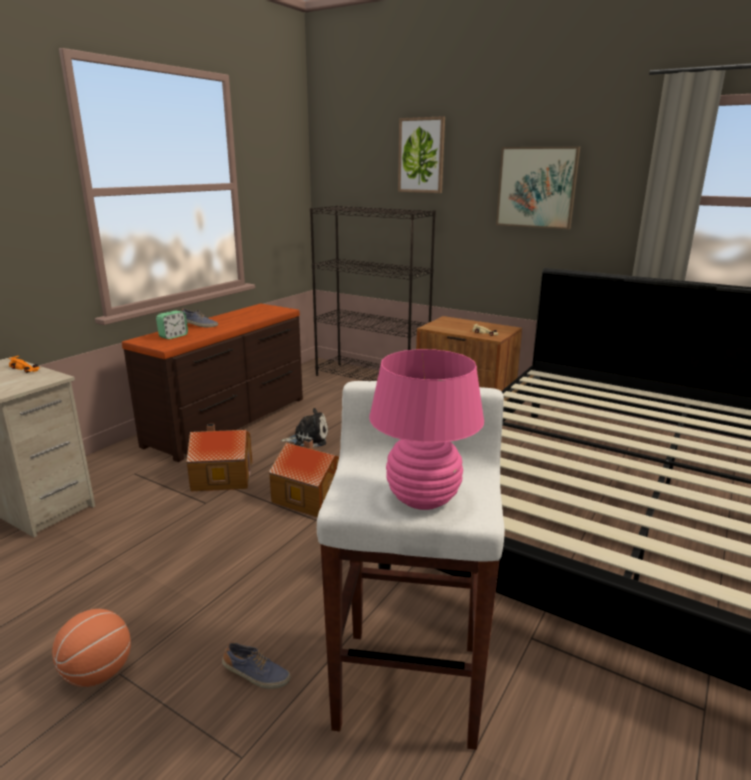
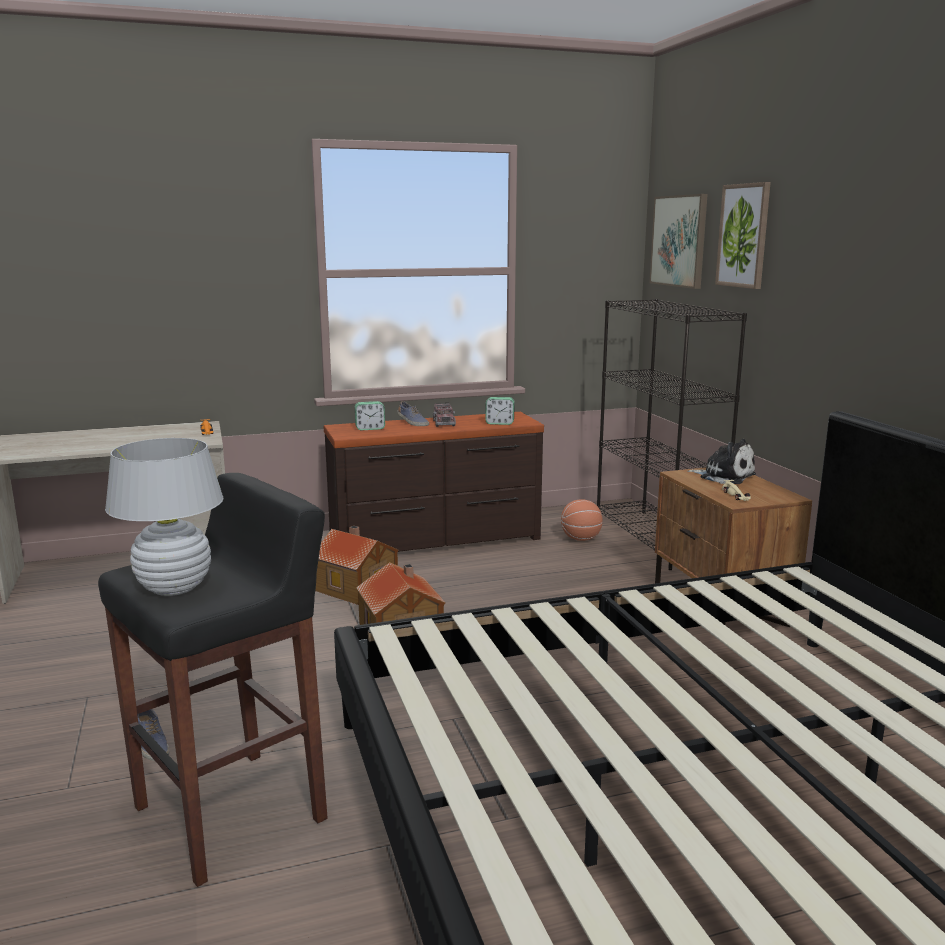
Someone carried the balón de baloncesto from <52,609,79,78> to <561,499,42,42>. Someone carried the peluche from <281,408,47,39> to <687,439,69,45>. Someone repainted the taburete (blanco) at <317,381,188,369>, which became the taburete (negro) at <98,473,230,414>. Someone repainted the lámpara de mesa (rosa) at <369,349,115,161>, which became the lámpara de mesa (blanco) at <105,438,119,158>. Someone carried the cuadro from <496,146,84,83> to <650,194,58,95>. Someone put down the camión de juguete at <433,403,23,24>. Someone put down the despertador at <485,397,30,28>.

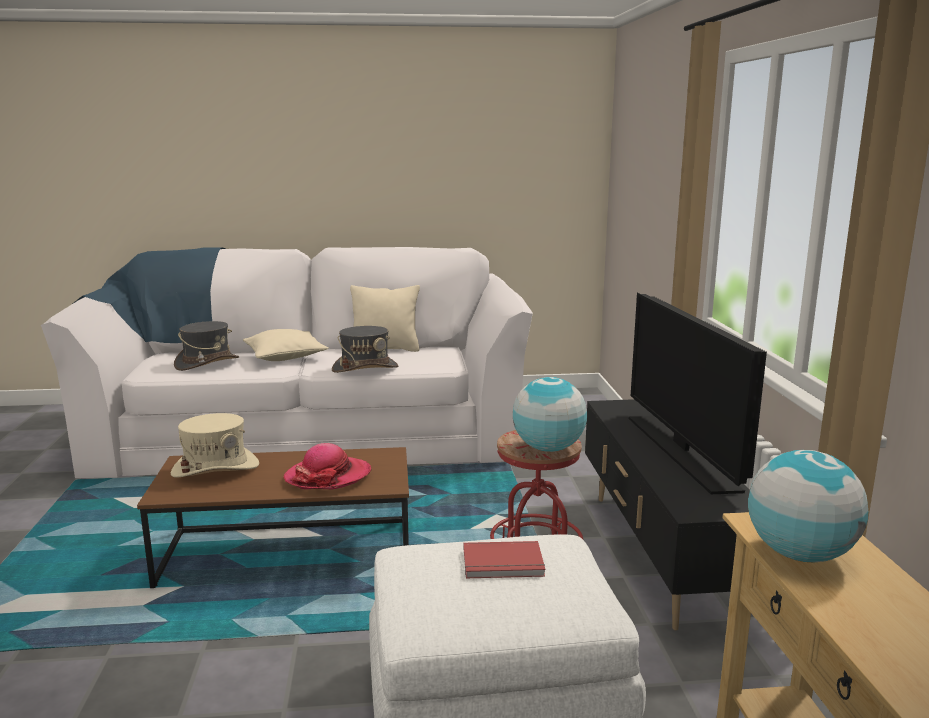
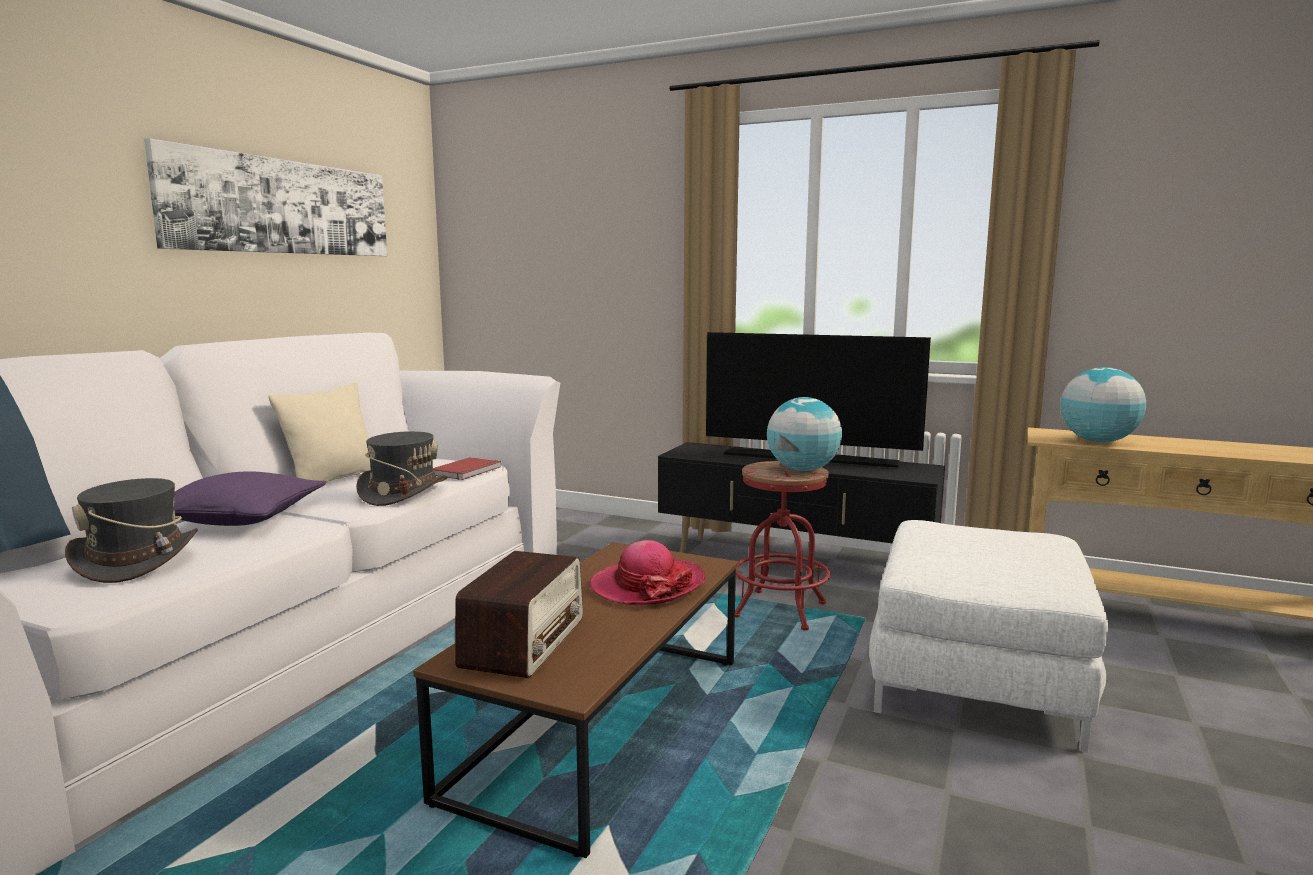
Someone swapped the sombrero (beis) at <171,413,88,65> for the radio at <455,551,128,127>. Someone repainted the cojín (beis) at <243,329,85,32>, which became the cojín (morado) at <174,471,152,55>. Someone carried the libro (rojo) from <464,541,81,37> to <433,457,68,23>. Someone put up the cuadro at <144,138,243,118>.

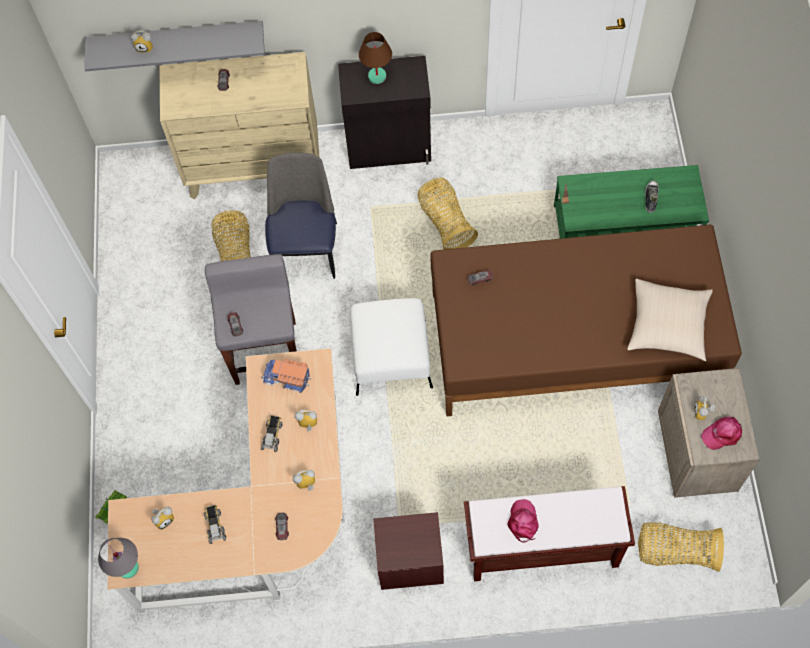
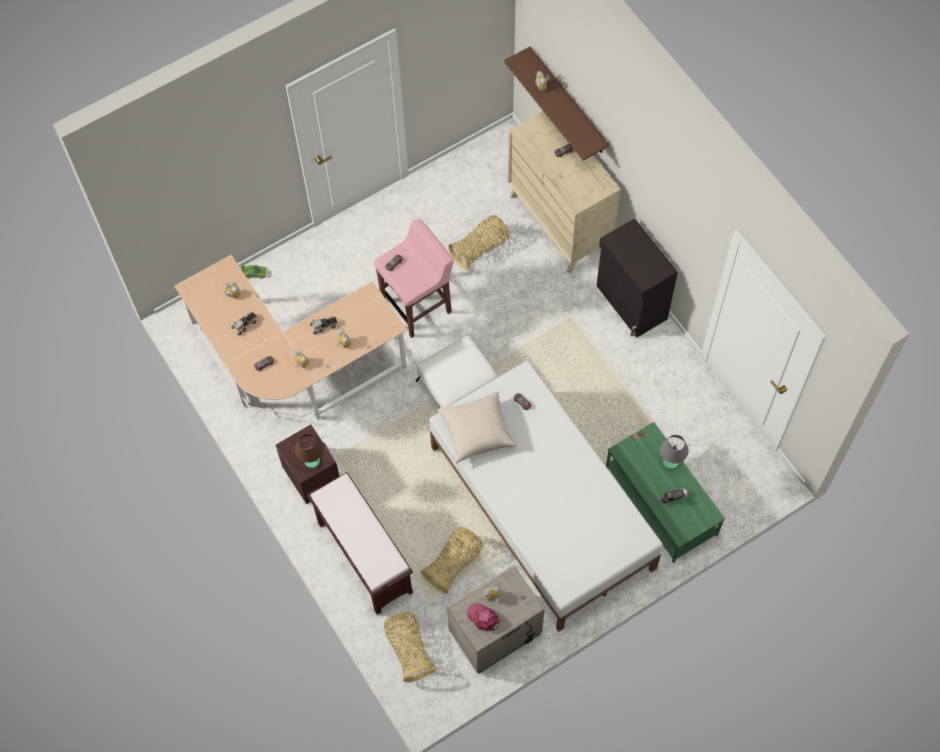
Someone repainted the estante (gris) at <84,21,181,50>, which became the estante (marrón) at <504,47,106,114>. Someone carried the lámpara de mesa (gris) from <98,538,41,41> to <660,435,29,34>. Someone repainted the taburete (gris) at <205,254,92,131>, which became the taburete (rosa) at <374,219,80,119>. Someone took away the camión de juguete at <262,359,49,34>. Someone took away the silla at <265,152,72,127>. Someone carried the lámpara de mesa (marrón) from <359,32,33,52> to <295,434,28,34>. Someone carried the cesta from <418,178,60,72> to <421,527,62,66>. Someone repainted the cama (marrón) at <430,225,312,192>, which became the cama (blanco) at <429,361,234,271>. Someone took away the gorra (rosa) at <507,499,32,44>. Someone carried the cojín (beis) from <627,279,86,82> to <437,391,80,73>.

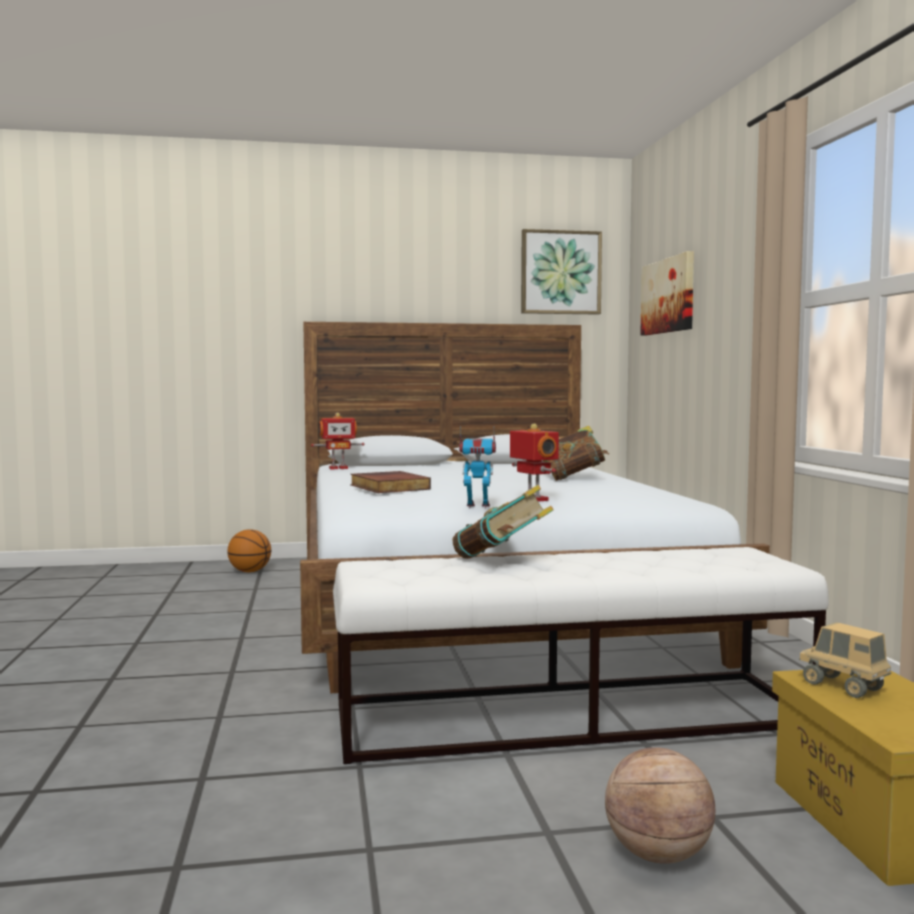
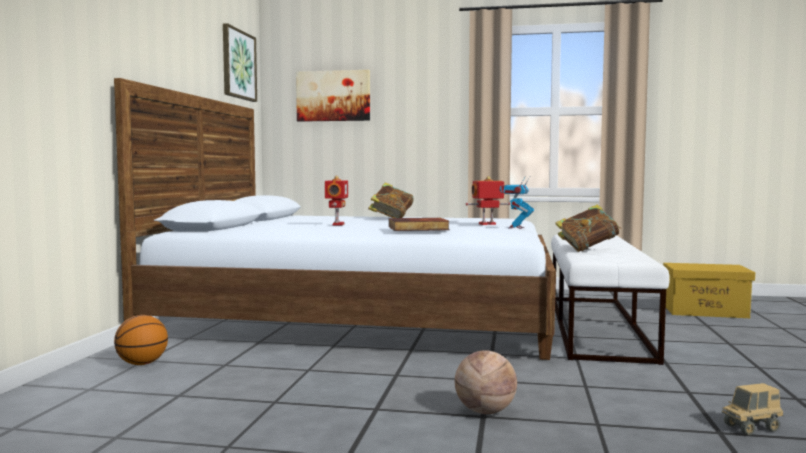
Someone carried the robot de juguete from <311,413,53,56> to <325,176,23,49>. Someone carried the balón de baloncesto from <605,747,110,117> to <455,350,62,64>. Someone carried the camión de juguete from <799,622,92,76> to <722,383,62,52>.

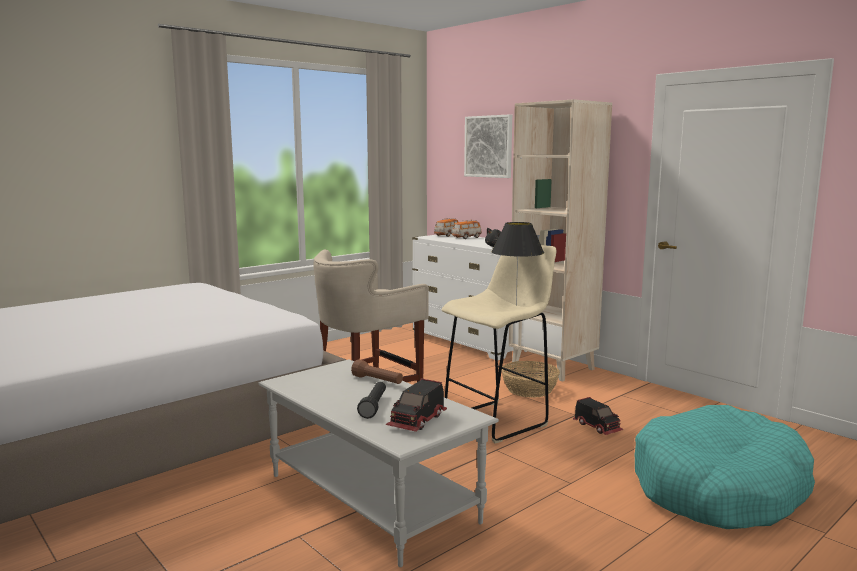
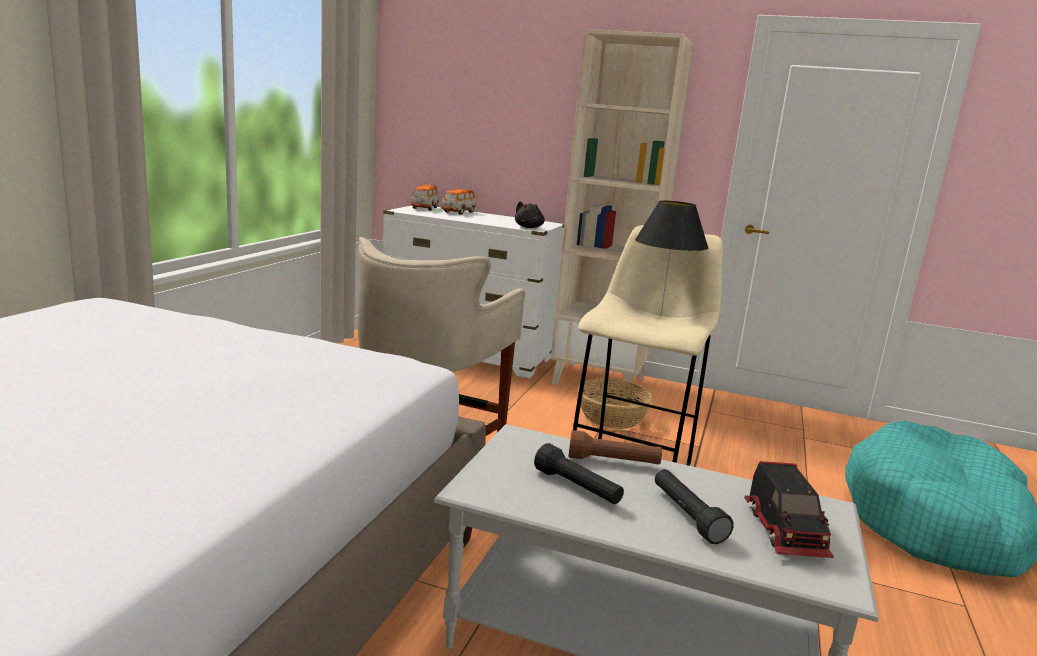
Someone took away the cuadro at <464,114,48,64>. Someone took away the camión de juguete at <573,397,50,38>. Someone put down the linterna (negro) at <534,443,90,61>.

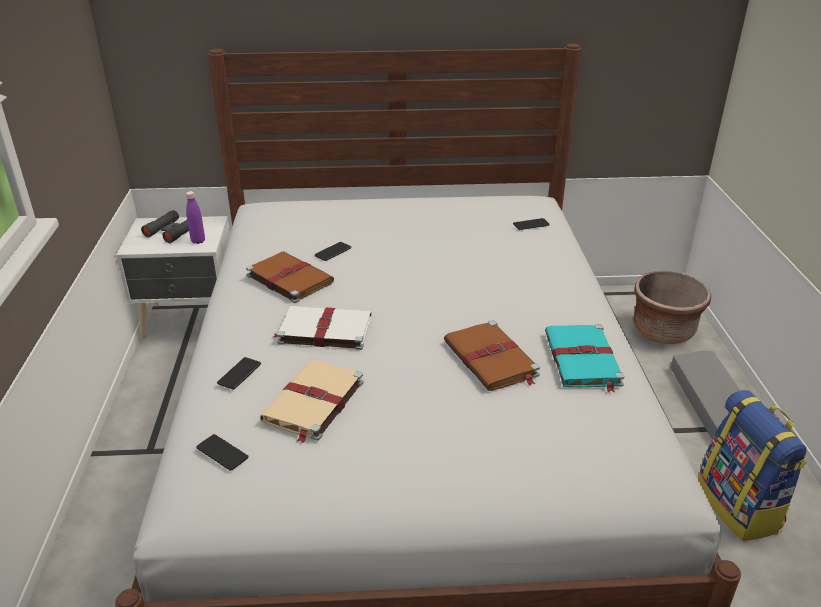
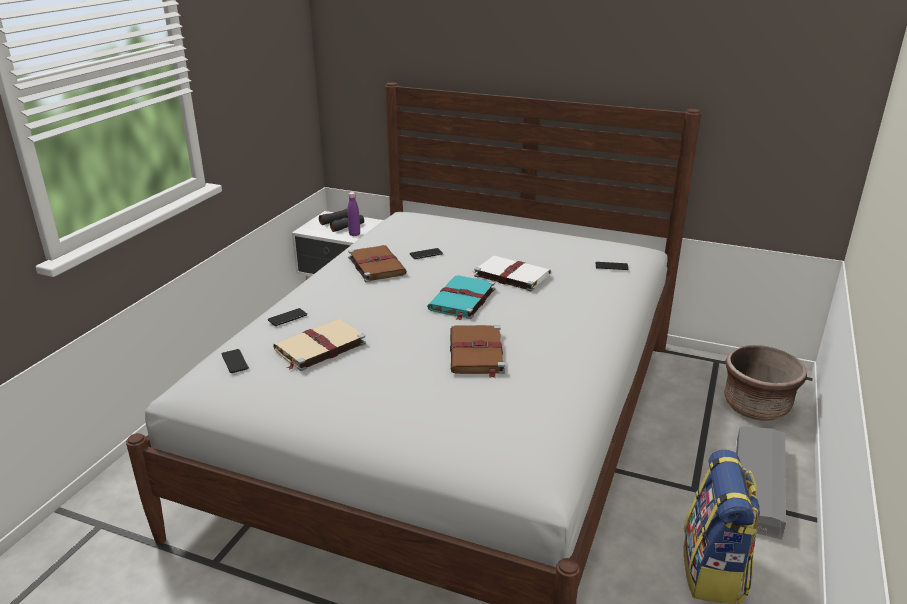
Someone carried the libro (blanco) from <273,306,99,44> to <474,256,77,36>. Someone carried the libro (turquesa) from <545,324,80,68> to <427,275,68,46>.

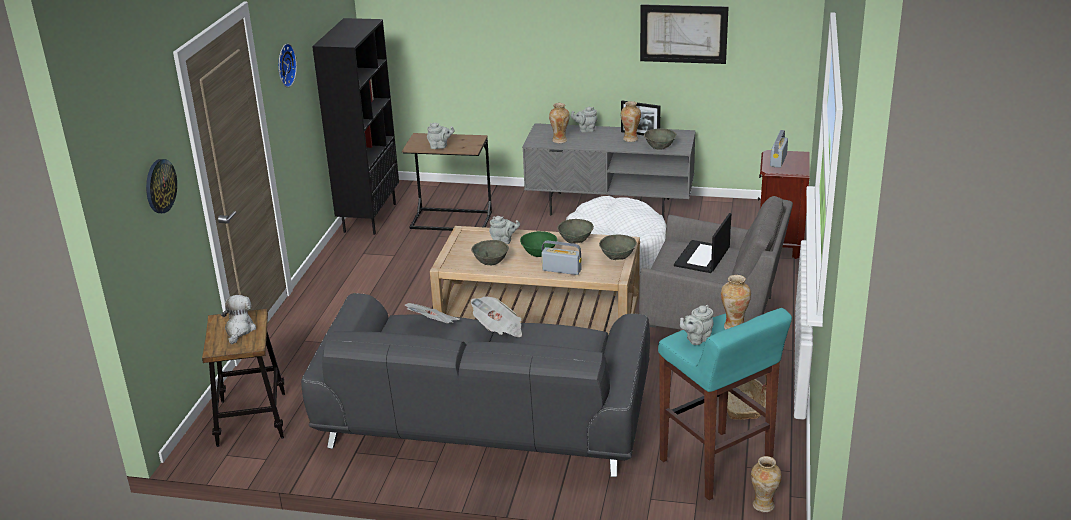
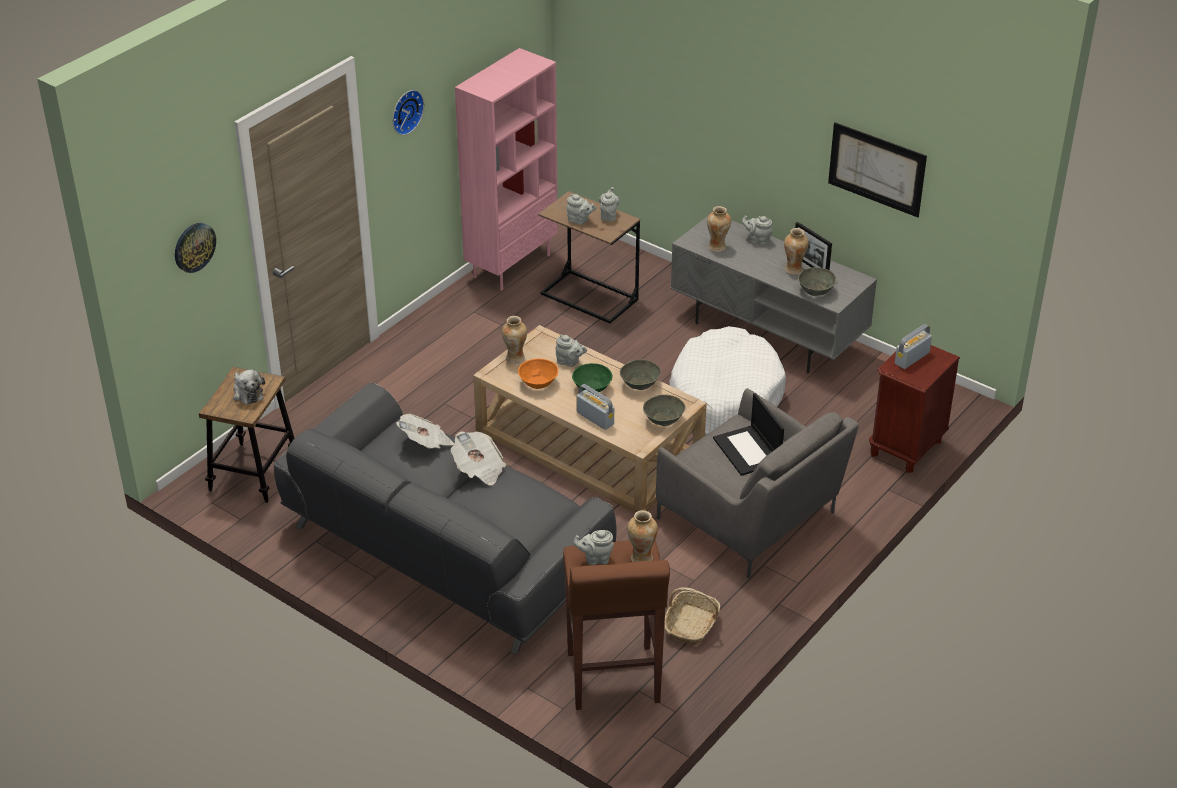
Someone rotated the peluche at <221,295,35,49> by 120 degrees clockwise. Someone repainted the estantería (negro) at <312,18,87,217>, which became the estantería (rosa) at <455,48,103,242>. Someone repainted the cuenco (gris) at <471,240,38,25>, which became the cuenco (naranja) at <518,359,40,30>. Someone repainted the taburete (turquesa) at <658,308,134,192>, which became the taburete (marrón) at <563,540,107,170>. Someone rotated the portátil at <674,213,57,60> by 75 degrees counterclockwise. Someone carried the florero from <751,456,31,56> to <502,316,25,47>. Someone put down the tetera (gris) at <599,187,21,34>.

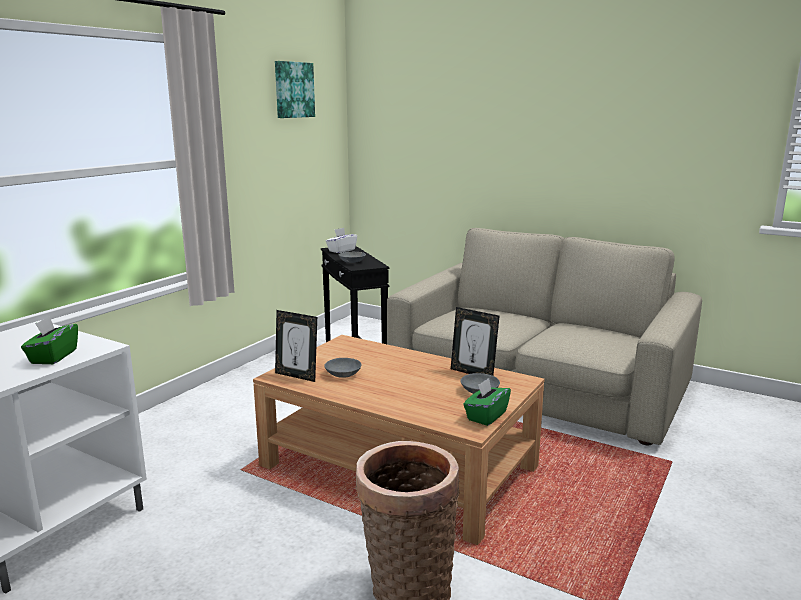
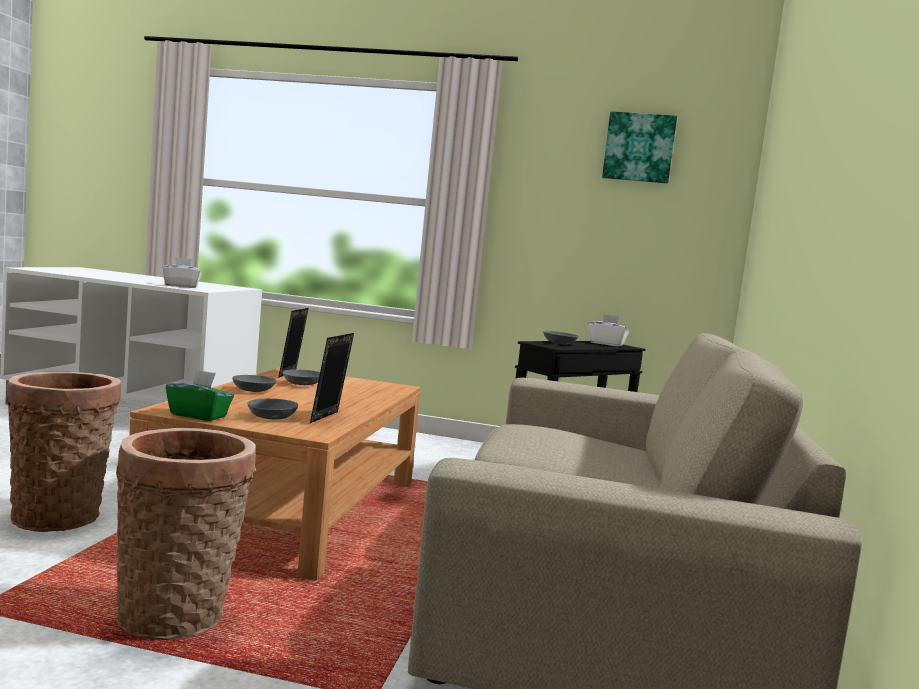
Someone repainted the caja de pañuelos (verde) at <21,316,57,48>, which became the caja de pañuelos (blanco) at <162,257,40,31>. Someone put down the cesta at <116,428,140,212>. Someone put down the cuenco (gris) at <232,375,45,17>.

